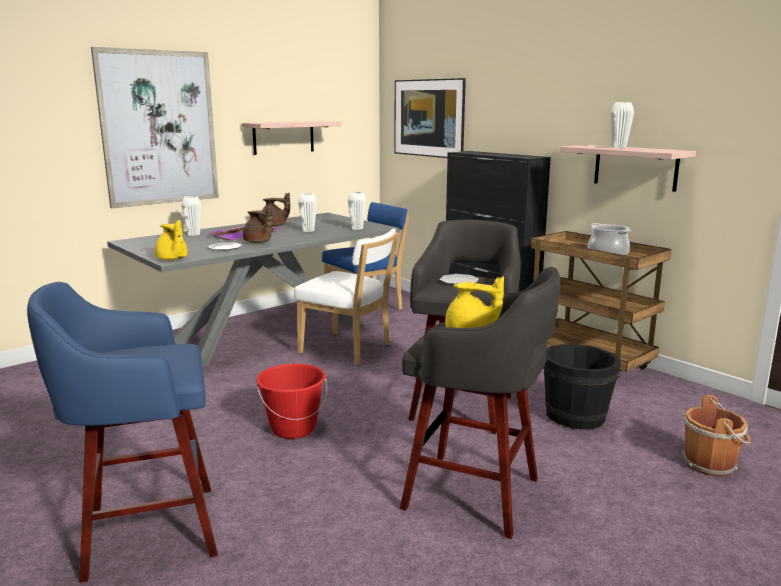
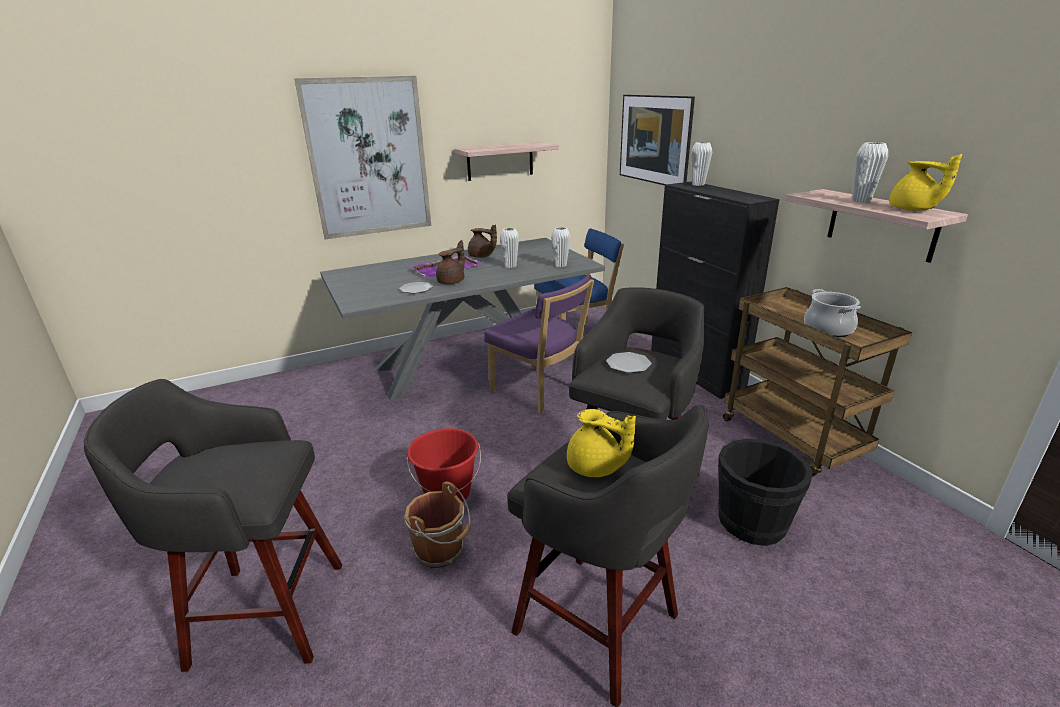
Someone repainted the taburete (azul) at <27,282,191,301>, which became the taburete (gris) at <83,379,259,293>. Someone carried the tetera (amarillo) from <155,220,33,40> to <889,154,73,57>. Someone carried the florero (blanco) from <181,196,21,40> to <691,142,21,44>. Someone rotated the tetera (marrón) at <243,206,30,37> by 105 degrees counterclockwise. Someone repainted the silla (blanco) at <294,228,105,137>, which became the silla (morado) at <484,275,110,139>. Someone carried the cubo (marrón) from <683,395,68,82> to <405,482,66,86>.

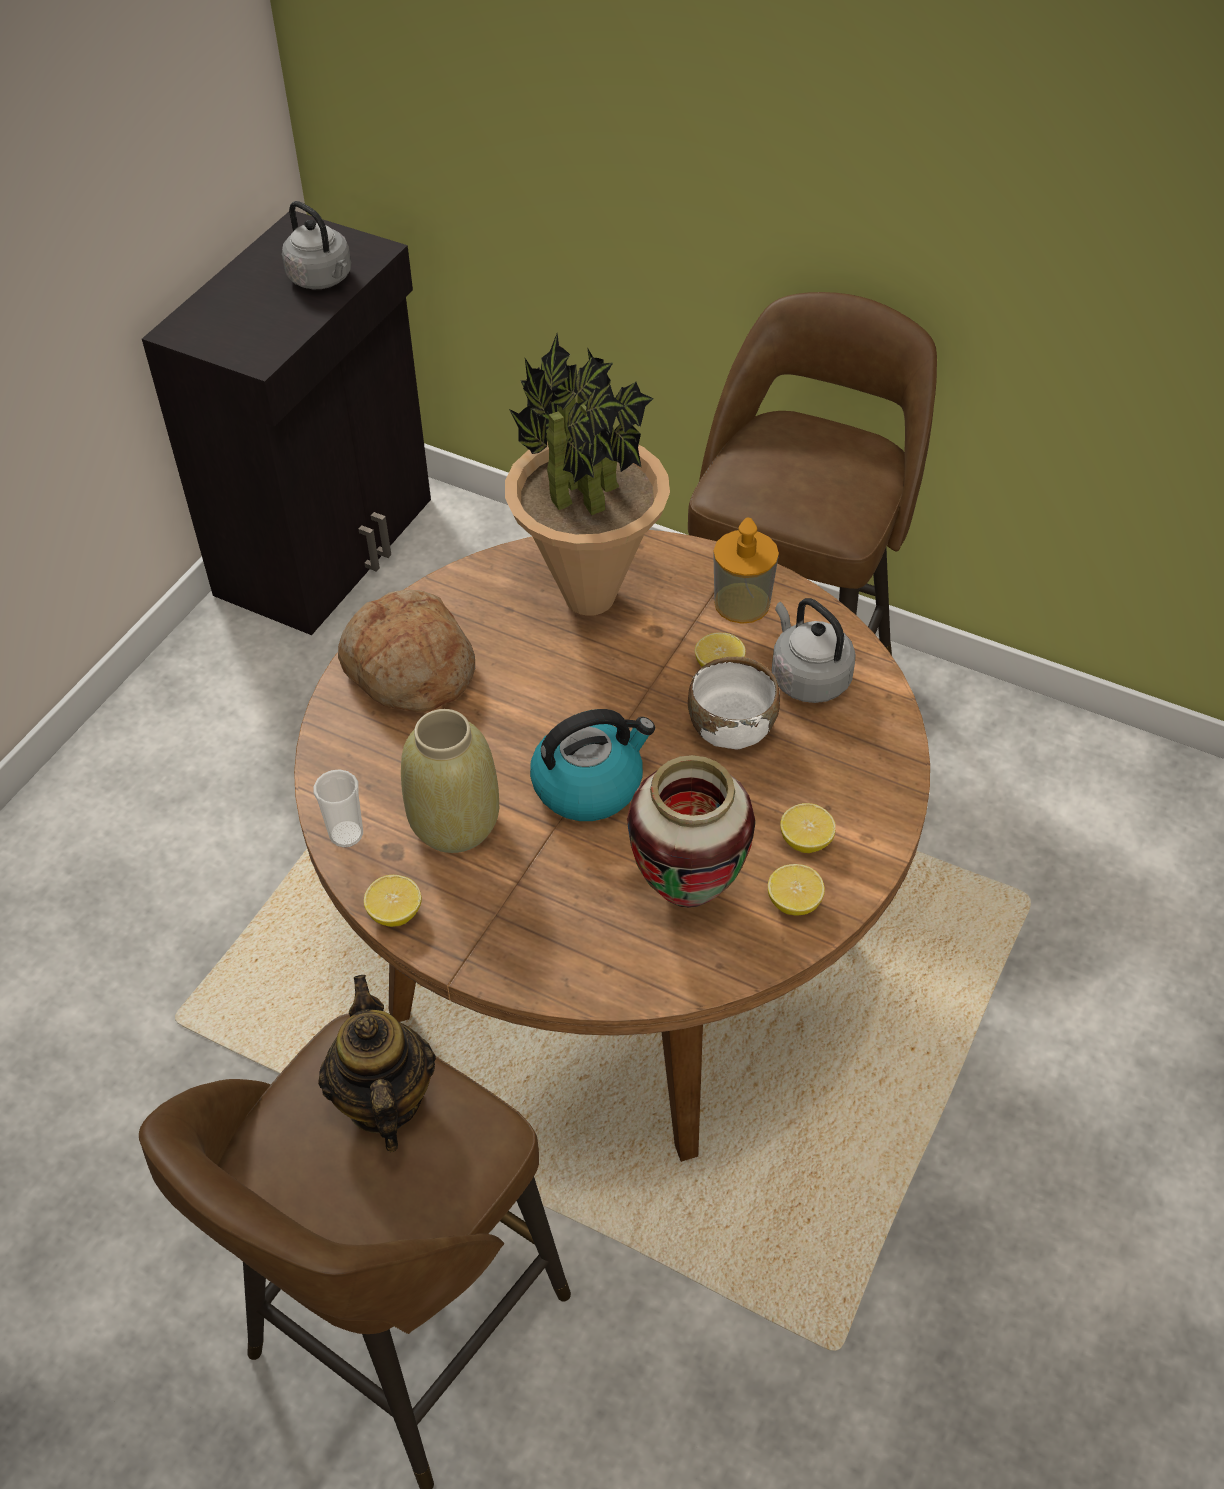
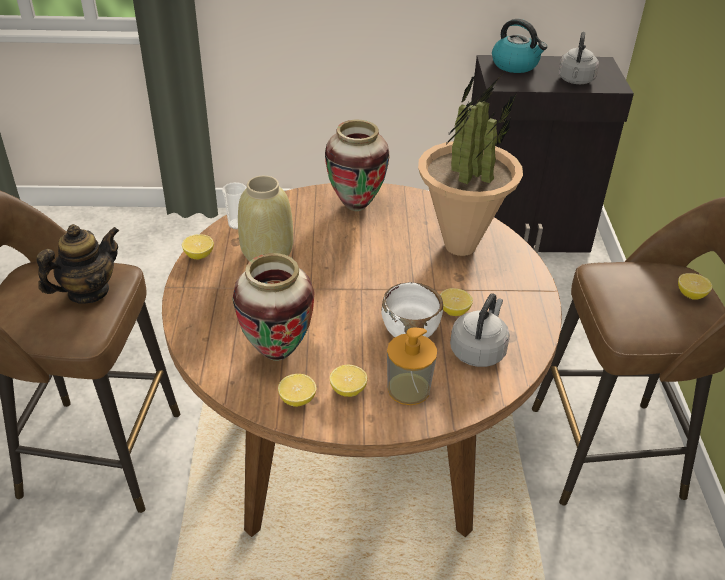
Someone swapped the pan at <338,590,137,122> for the florero at <325,120,64,91>. Someone carried the hervidor from <530,709,125,112> to <492,19,55,54>. Someone carried the dispensador de jabón from <713,518,66,106> to <387,328,50,77>. Someone put down the limón at <678,273,34,27>.

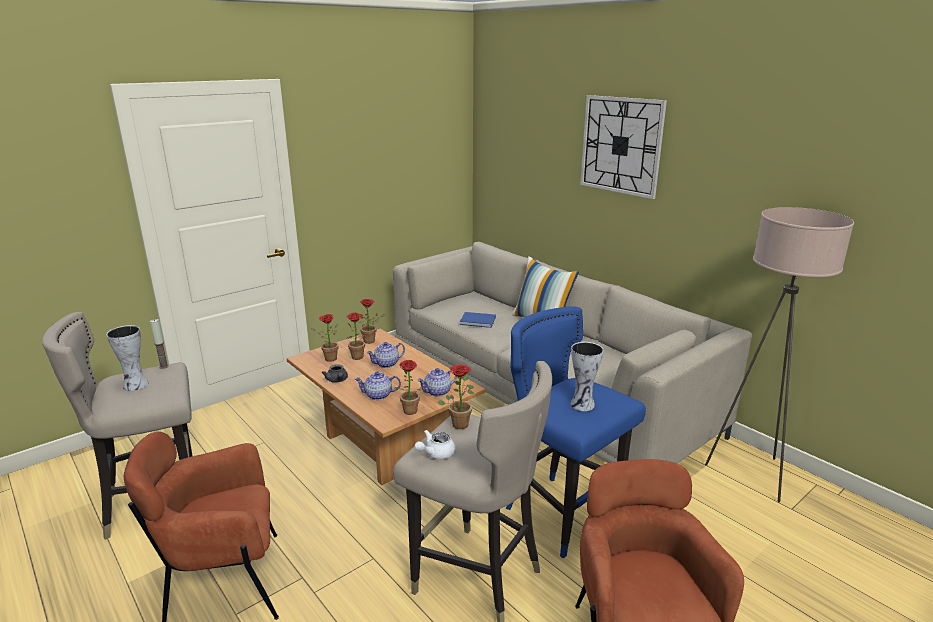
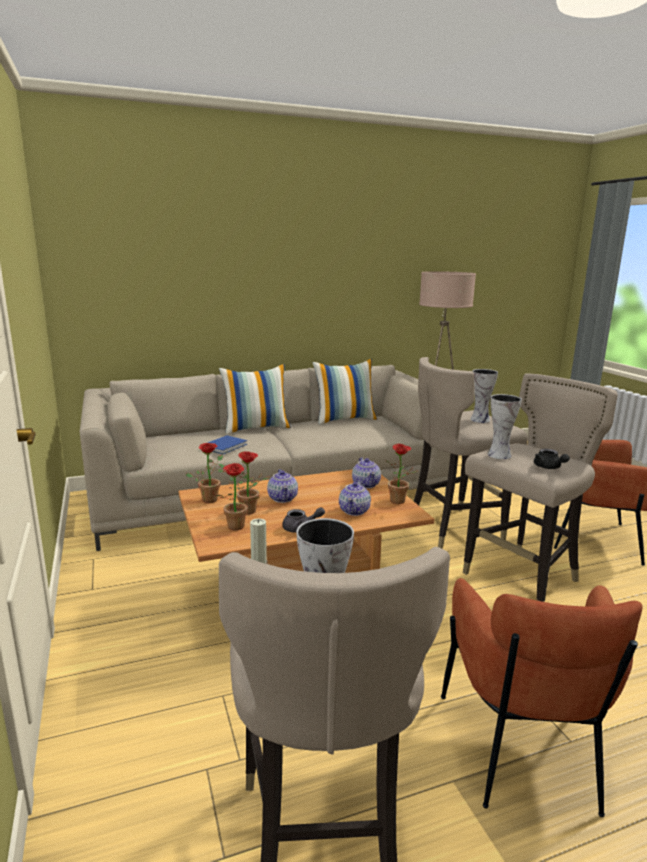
Someone repainted the tetera (blanco) at <415,430,41,29>, which became the tetera (negro) at <534,449,36,20>. Someone swapped the planta en maceta at <437,364,37,65> for the florero at <488,394,34,65>. Someone repainted the taburete (azul) at <506,306,140,253>, which became the taburete (beis) at <414,357,114,192>. Someone took away the reloj de pared at <580,95,87,104>. Someone put down the cojín at <313,359,64,66>.

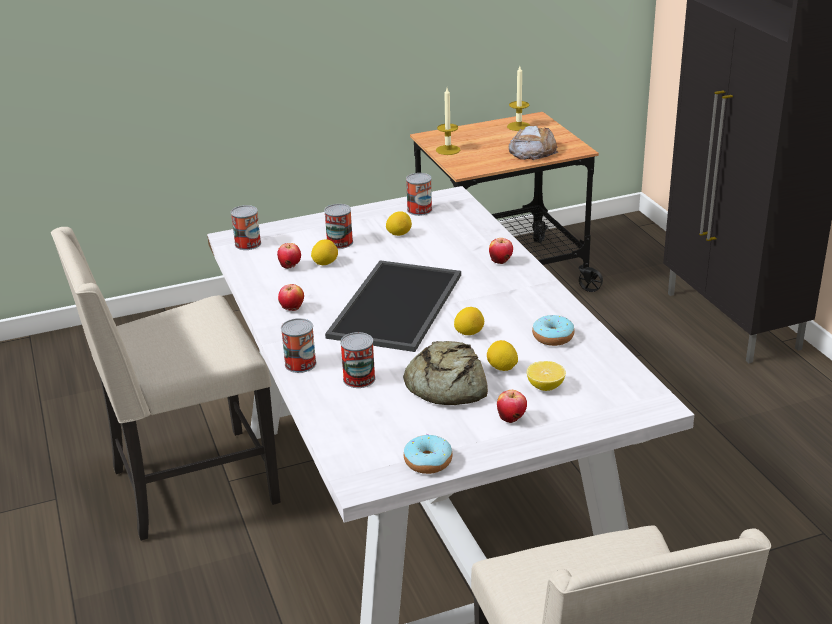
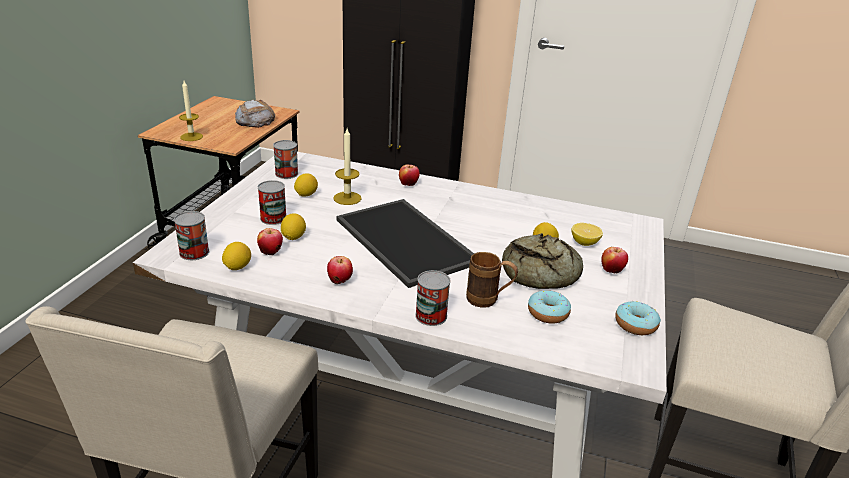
Someone swapped the lata at <340,332,36,56> for the taza grande (marrón) at <466,252,52,56>. Someone carried the limón from <454,307,30,28> to <222,242,29,28>. Someone carried the vela from <507,66,23,65> to <333,129,29,76>. Someone carried the rosquilla from <532,315,42,31> to <528,290,43,34>.

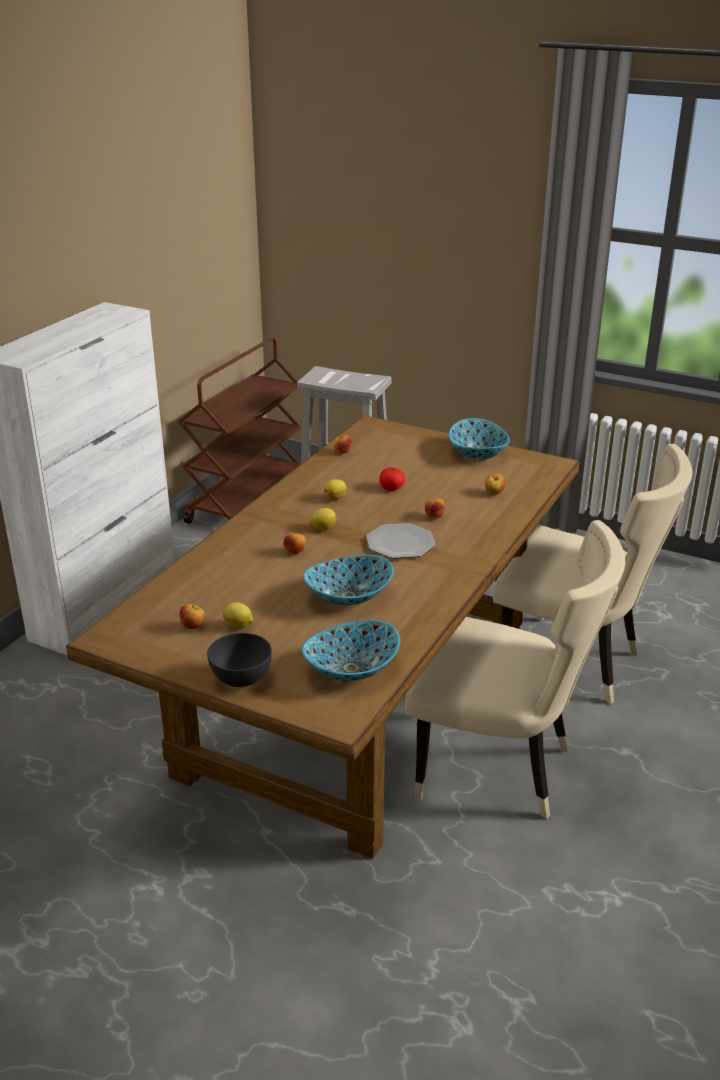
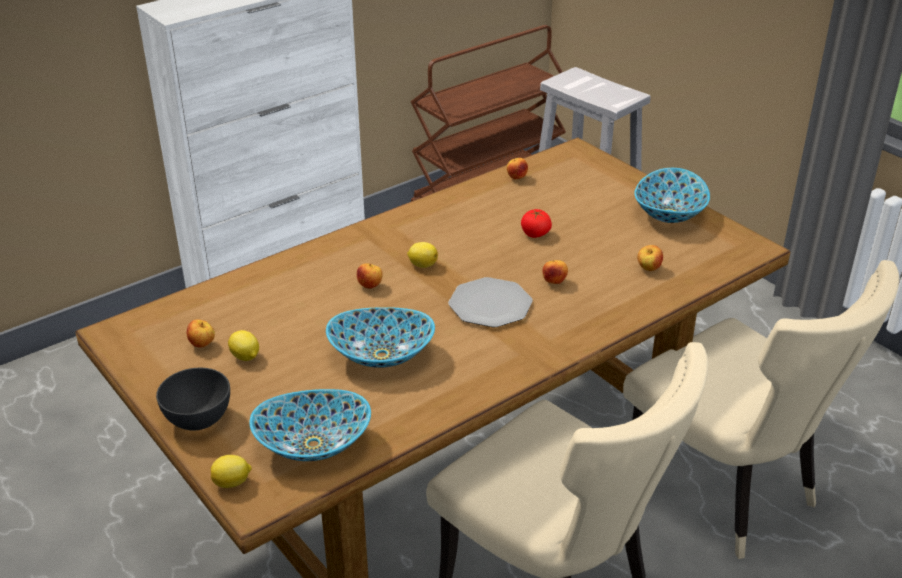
Someone carried the limón from <324,479,23,21> to <211,455,41,33>.

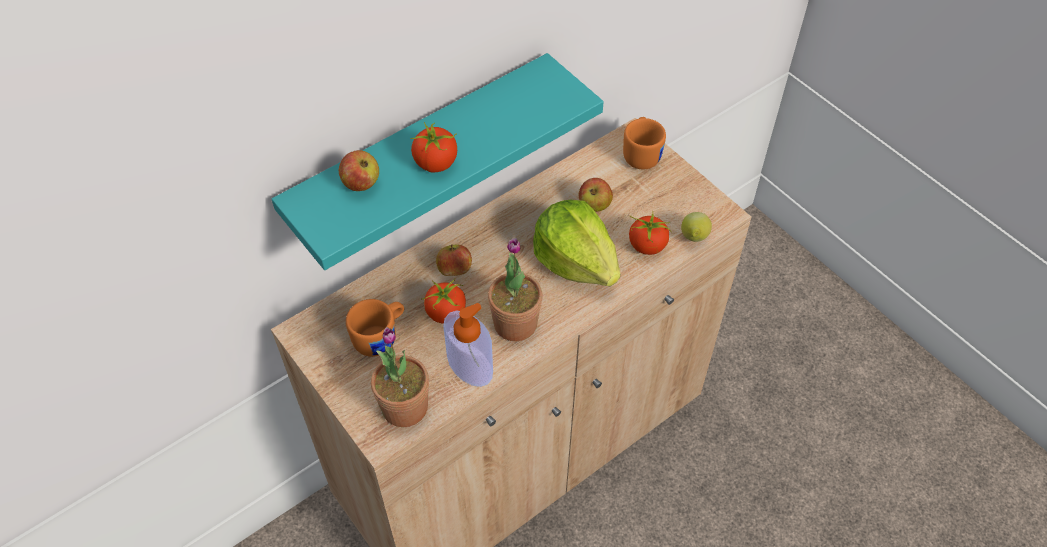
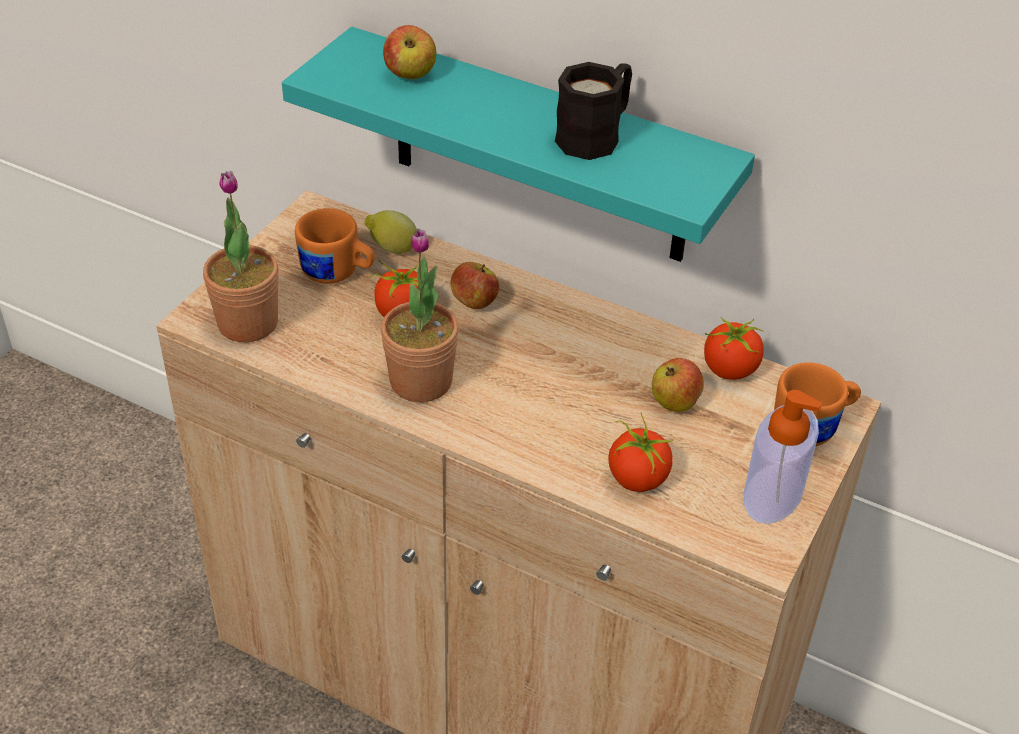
Someone carried the tomate from <410,122,47,50> to <704,317,60,63>. Someone carried the dispensador de jabón from <443,303,50,84> to <744,390,78,134>. Someone took away the lechuga at <533,200,87,86>. Someone carried the limón from <681,212,31,30> to <364,210,53,44>. Someone put down the taza grande (negro) at <555,62,77,98>.

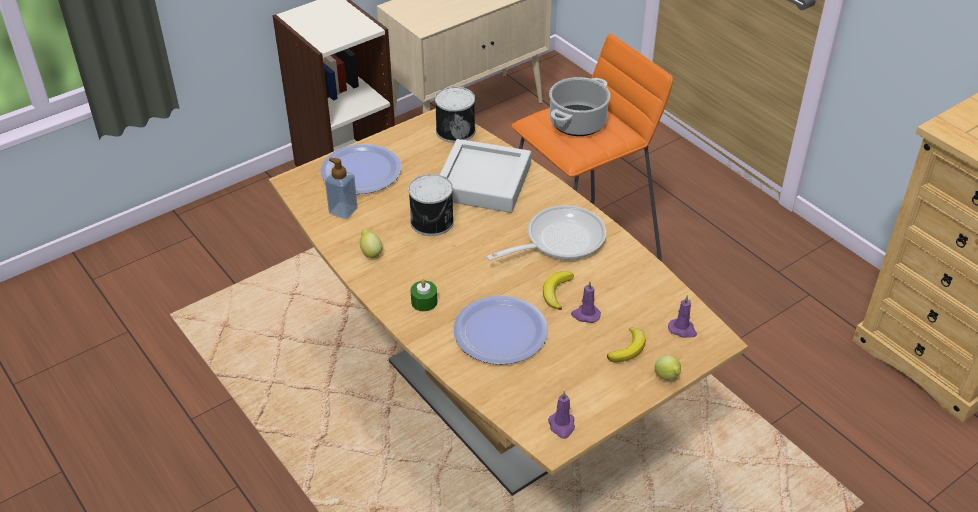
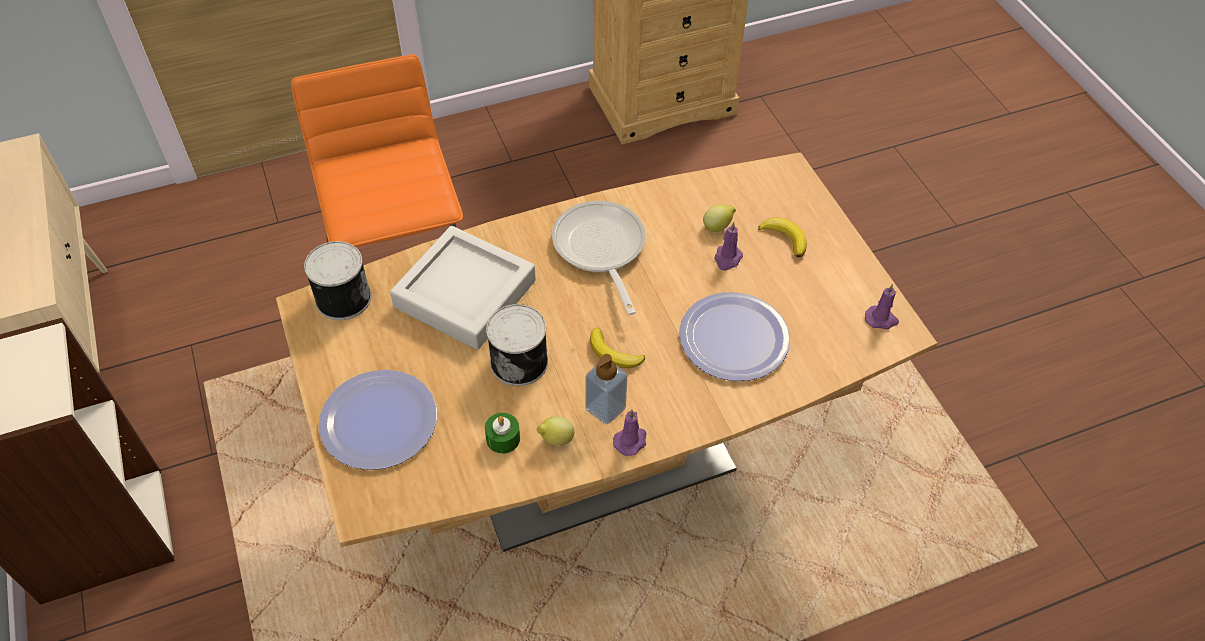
Someone carried the dispensador de jabón from <325,157,33,62> to <585,354,42,70>. Someone carried the vela (verde) from <410,279,28,32> to <485,413,35,41>. Someone carried the plátano from <543,271,31,39> to <590,328,55,40>. Someone took away the olla at <549,77,62,59>. Someone carried the limón from <655,355,26,25> to <703,204,33,28>. Someone carried the vela (morado) from <668,295,29,43> to <613,410,34,46>.

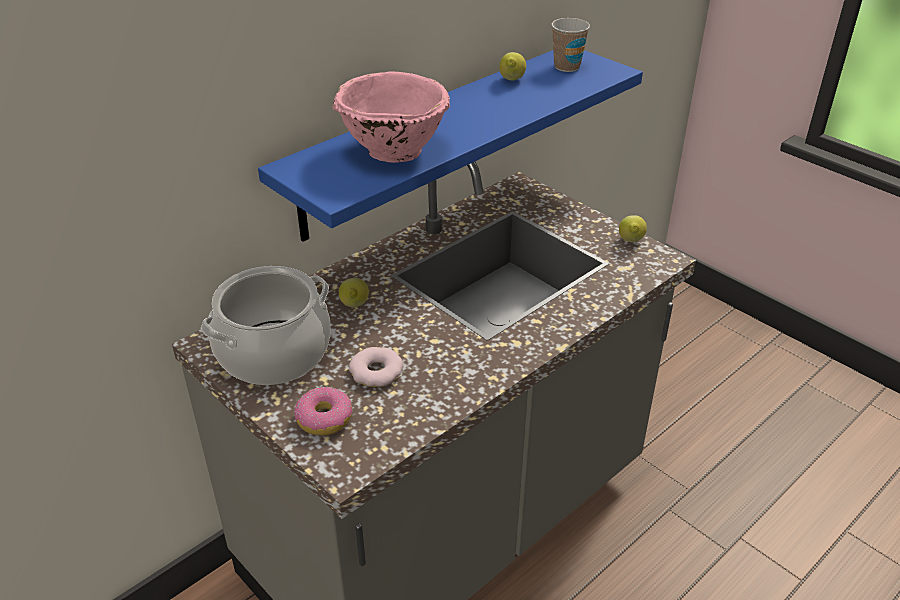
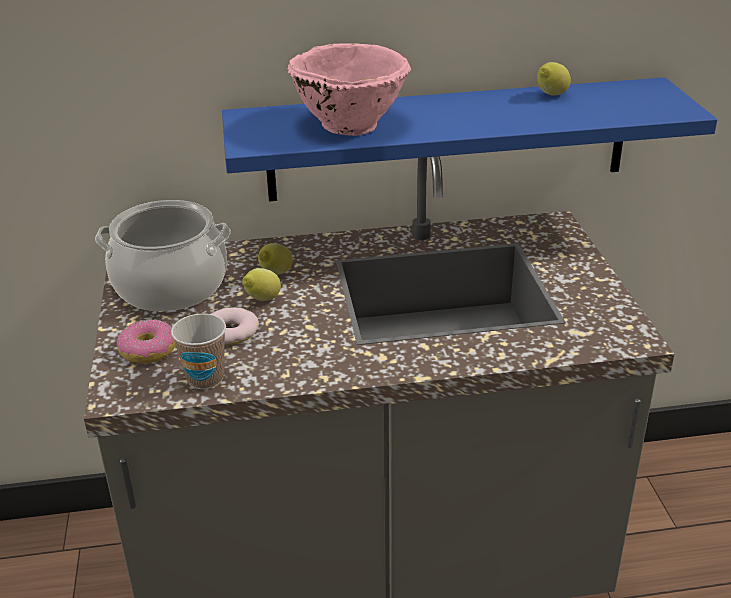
Someone carried the taza from <551,18,39,54> to <171,313,55,76>. Someone carried the limón from <619,215,28,27> to <242,268,39,33>.

